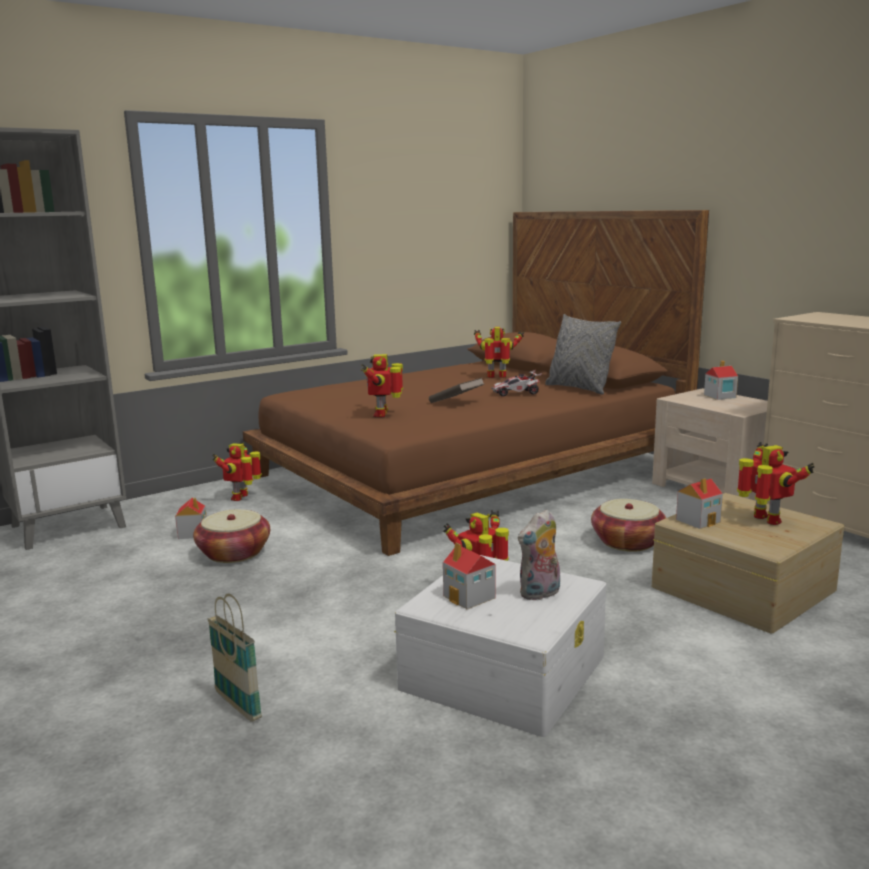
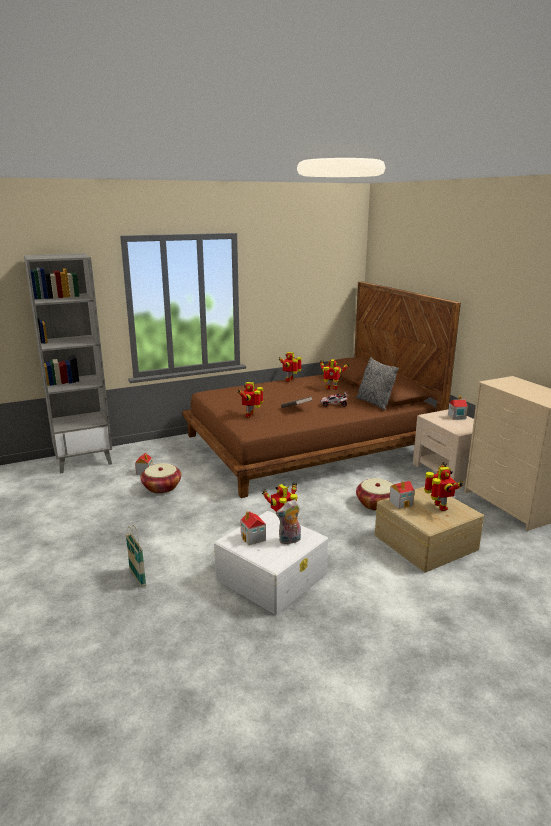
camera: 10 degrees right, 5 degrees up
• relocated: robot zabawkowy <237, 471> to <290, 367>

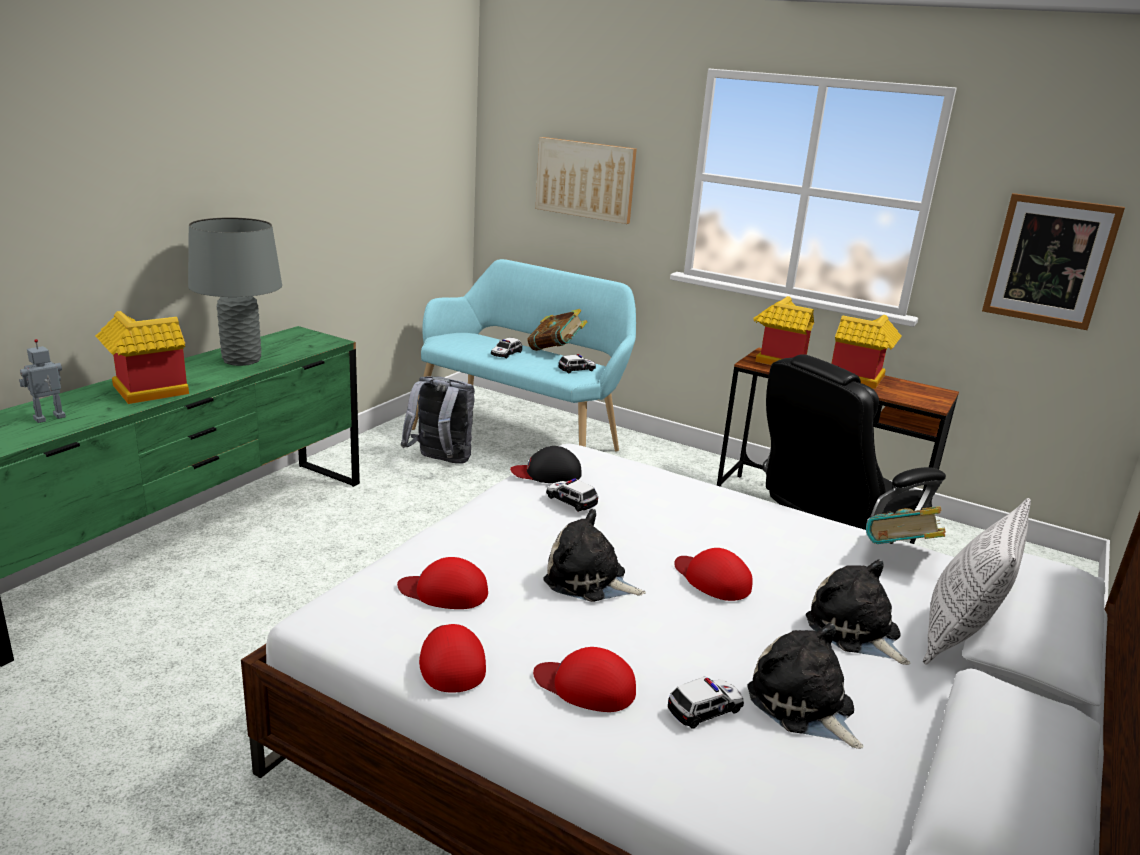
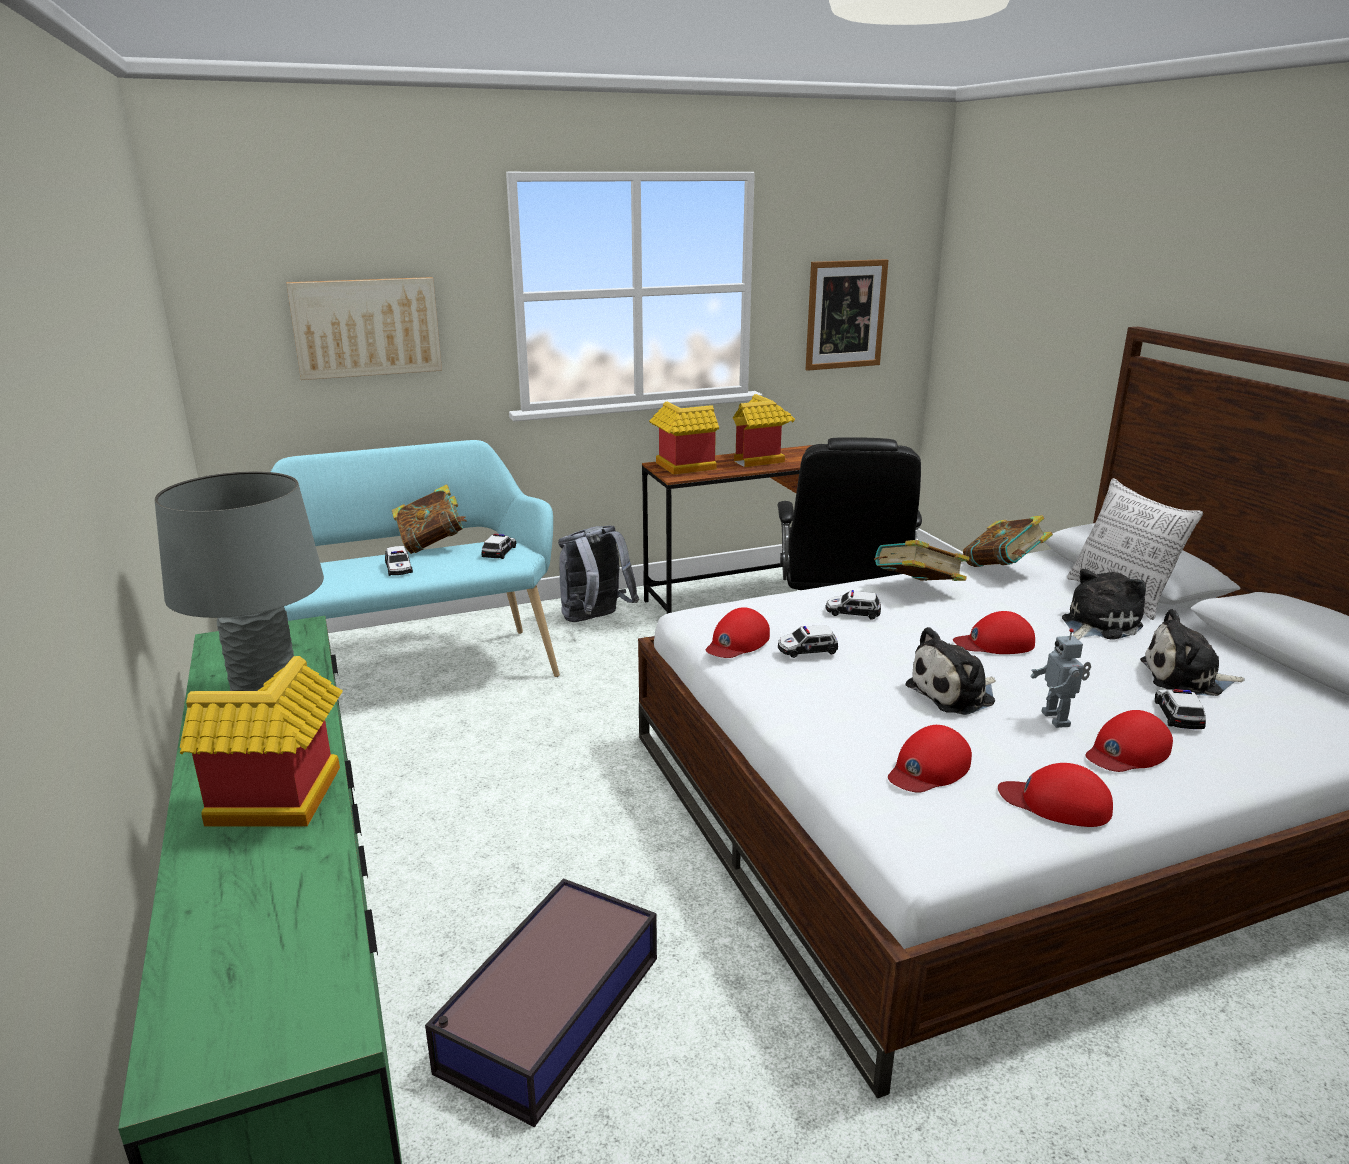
camera: 50 degrees left, 0 degrees up
• relocated: robot zabawkowy <42, 381> to <1060, 678>
• relocated: plecak (szary) <438, 420> to <598, 574>
• colour: czapka z daszkiem (czarny) <546, 464> to czapka z daszkiem (czerwony) <738, 632>
• spun: pluszak <858, 612> = <1104, 604> 135 degrees clockwise
• appeared: pojemnik do przechowywania <541, 1002>
• appeared: samochodzik <853, 605>
• appeared: książka <922, 560>

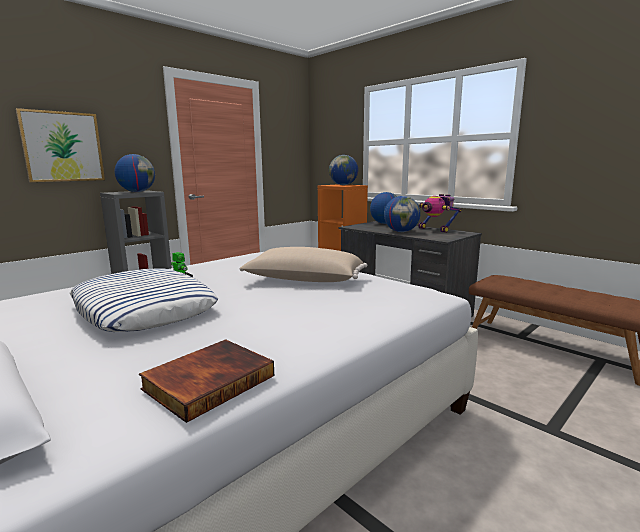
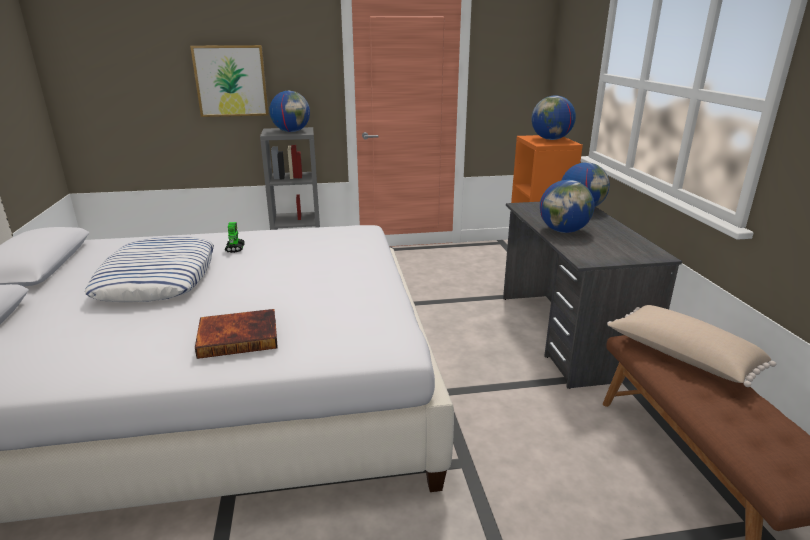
camera: 35 degrees right, 10 degrees up
• relocated: książka <206, 381> to <236, 334>
• relocated: poduszka (beżowy) <303, 264> to <691, 346>
• missing: robot zabawkowy <439, 213>

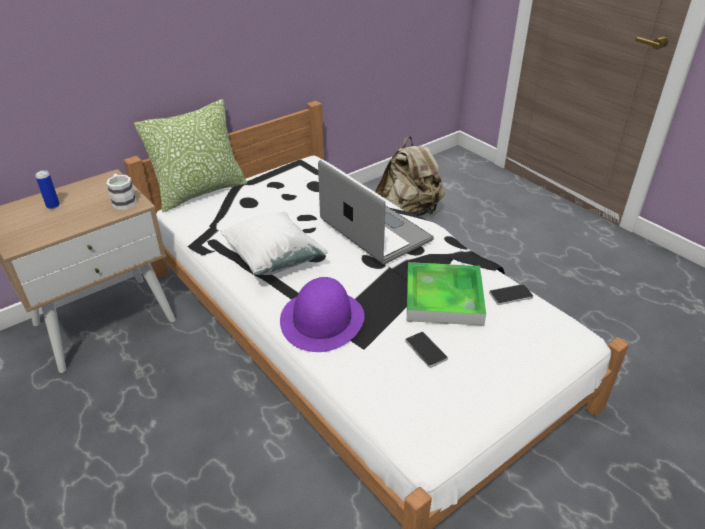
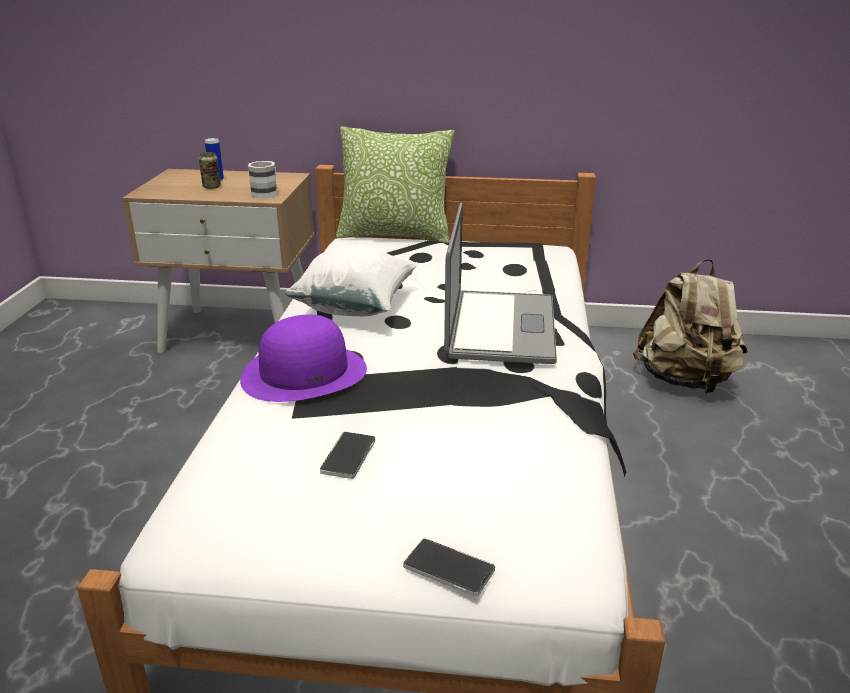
camera: 45 degrees right, 10 degrees down
• missing: taca <446, 294>
• relocated: telefon <511, 294> to <449, 567>
• appeared: puszka <210, 170>

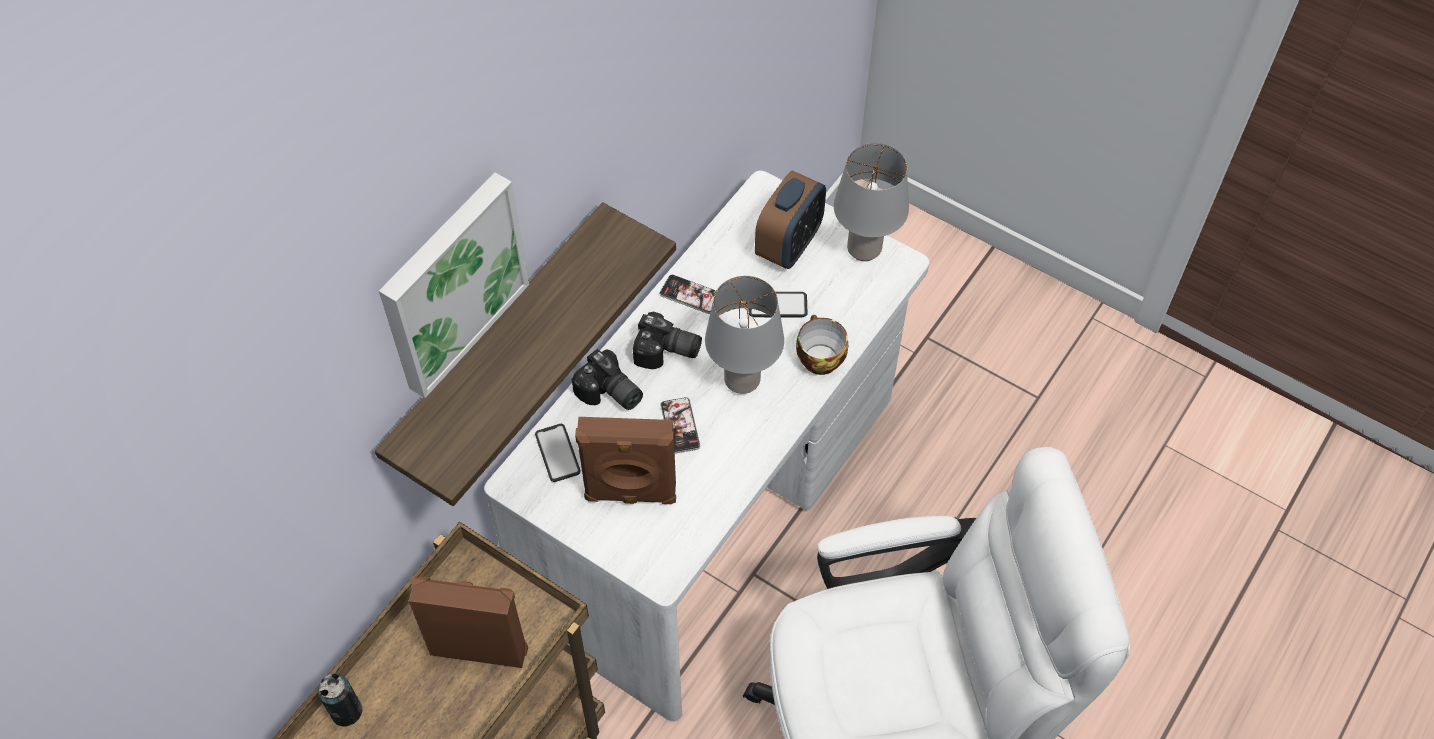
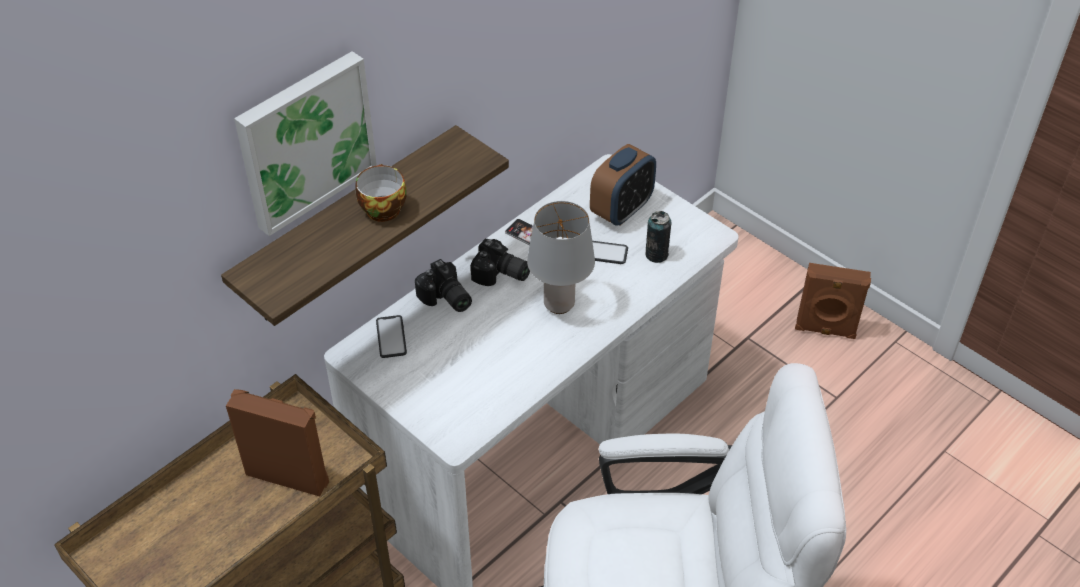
camera: 10 degrees right, 10 degrees down
• relocated: puszka <340, 700> to <659, 237>
• relocated: głośnik (brązowy) <625, 460> to <833, 301>
• missing: telefon <680, 425>
• relocated: filiżanka <822, 345> to <381, 193>
• missing: lampa stołowa (szary) <871, 202>

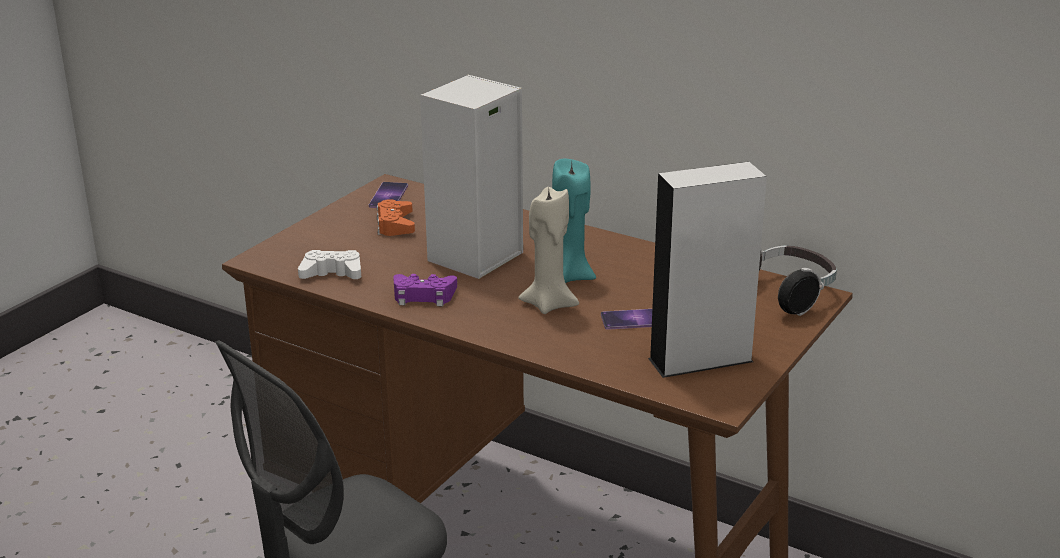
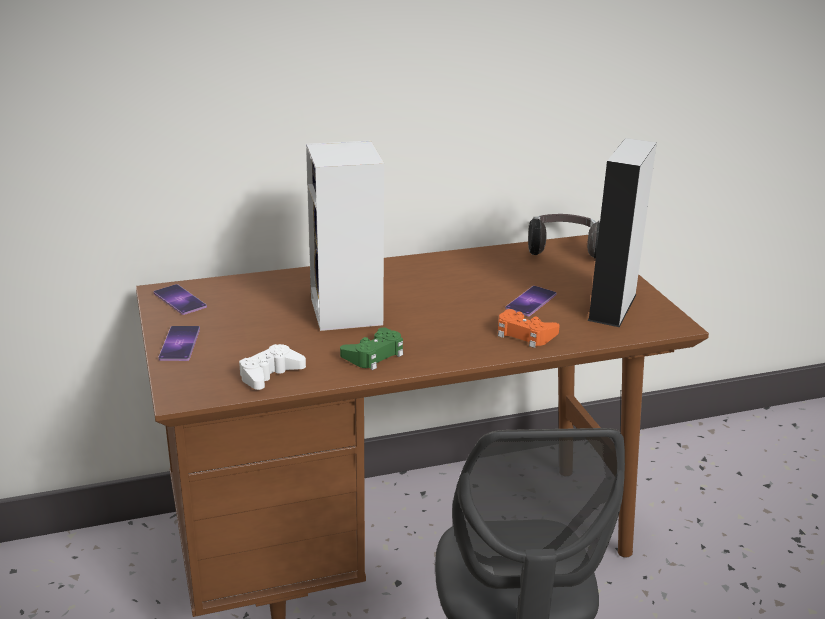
camera: 50 degrees left, 0 degrees up
• relocated: pad do gier (pomarańczowy) <396, 217> to <529, 328>
• colour: pad do gier (fioletowy) <425, 290> to pad do gier (zielony) <371, 348>
• missing: świeca (beżowy) <548, 250>
• missing: świeca (turkusowy) <574, 221>
• appeared: telefon <179, 343>

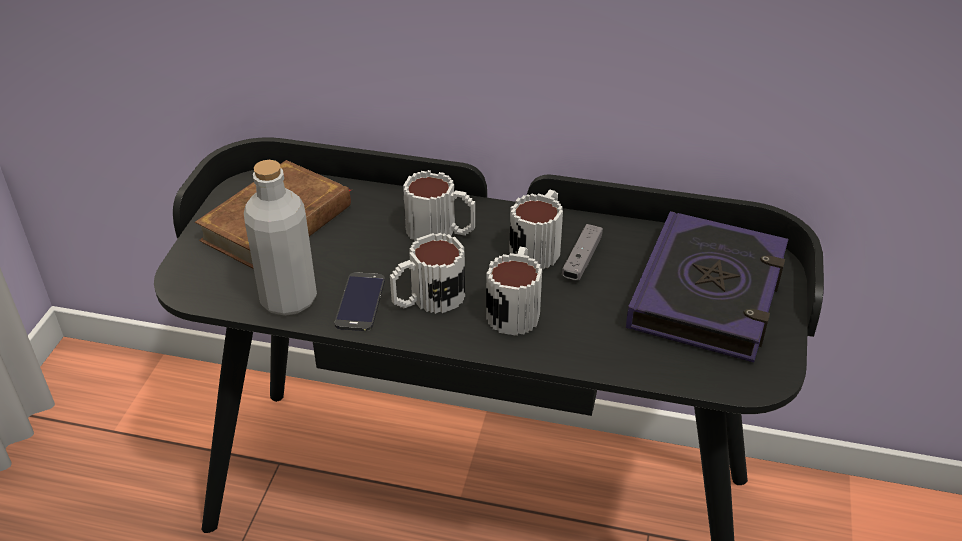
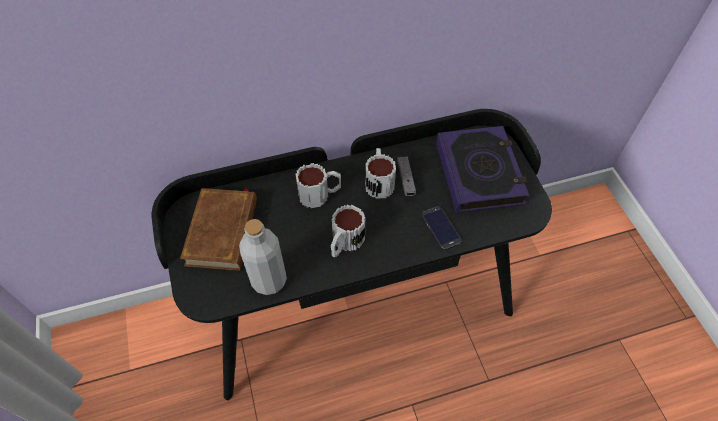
camera: 30 degrees left, 15 degrees up
• relocated: telefon <360, 301> to <442, 228>
• missing: kubek <514, 291>

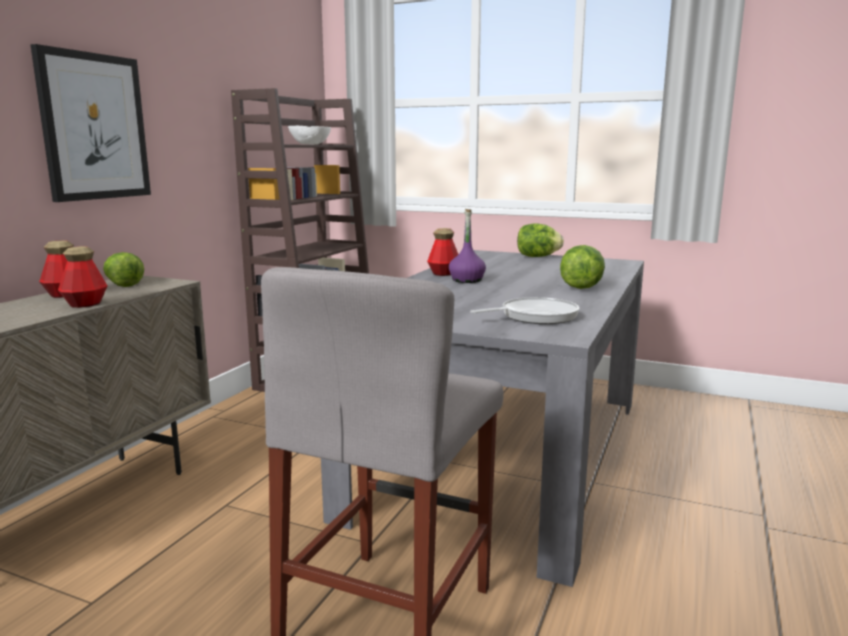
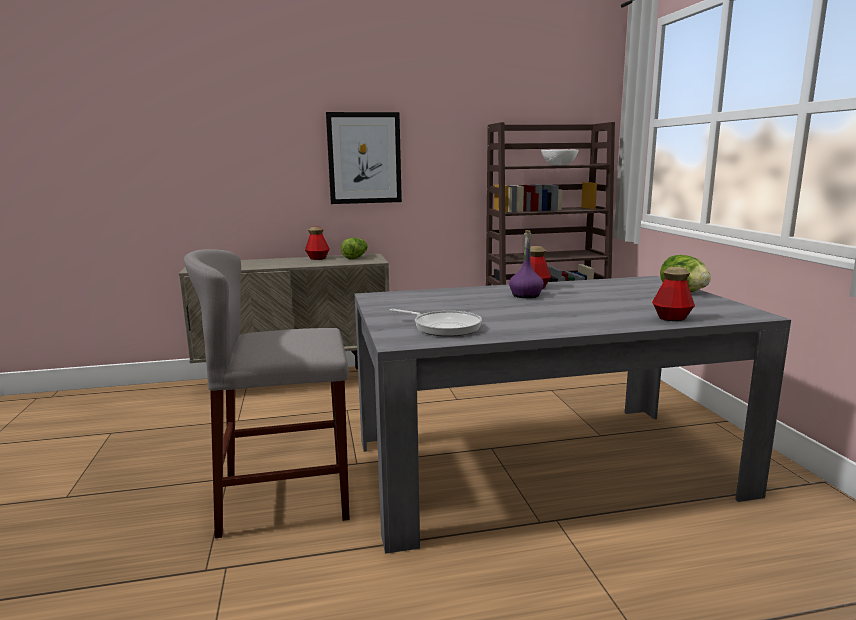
camera: 55 degrees right, 0 degrees up
• relocated: butelka <82, 277> to <673, 294>
• missing: sałata <582, 267>

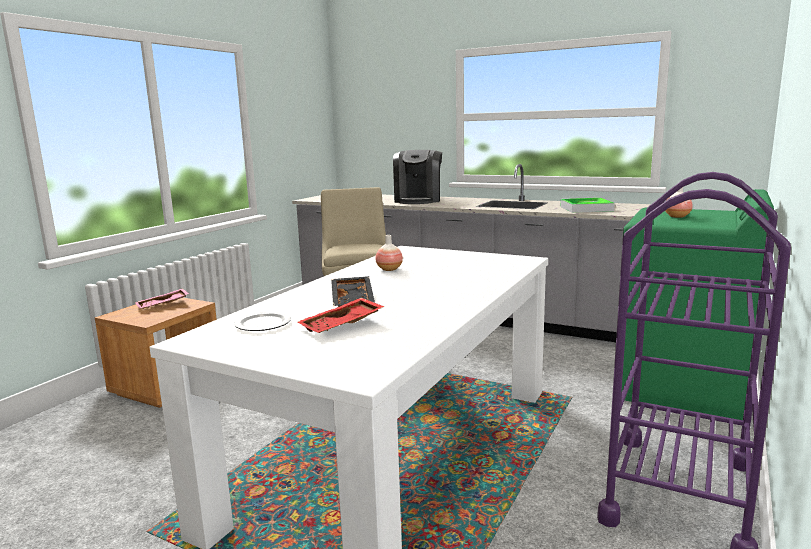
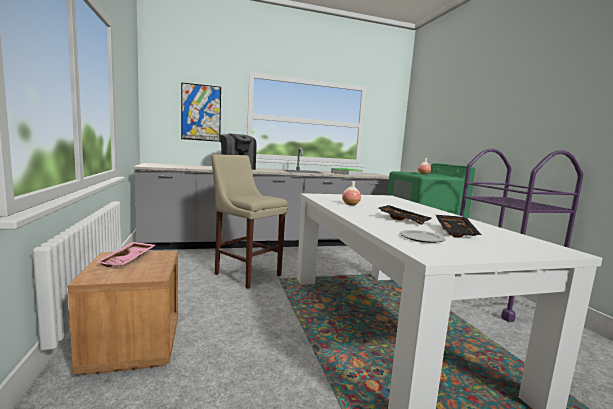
camera: 45 degrees left, 5 degrees down
• colour: taca (czerwony) <341, 315> to taca (czarny) <459, 226>
• appeared: obraz <201, 112>

